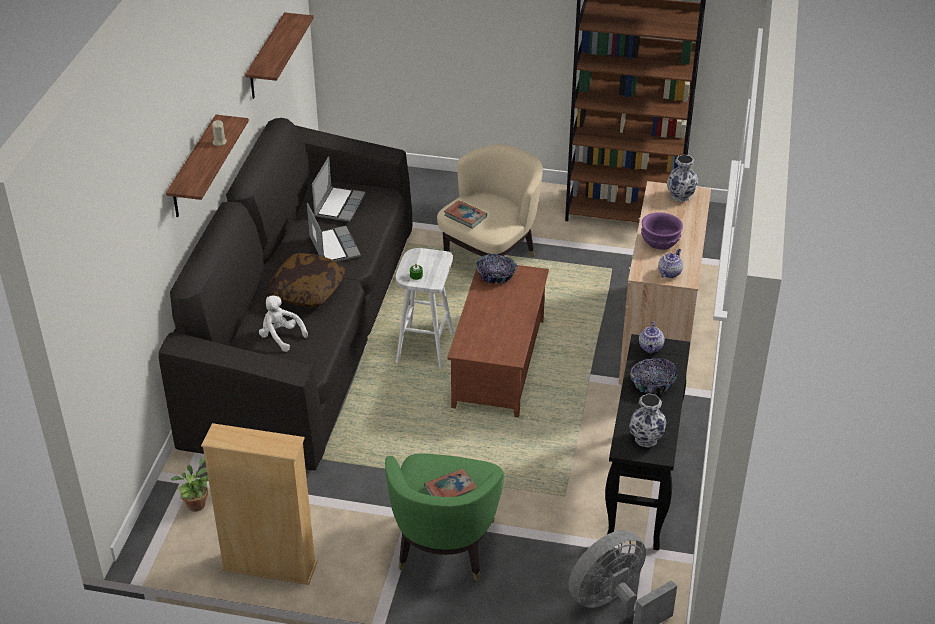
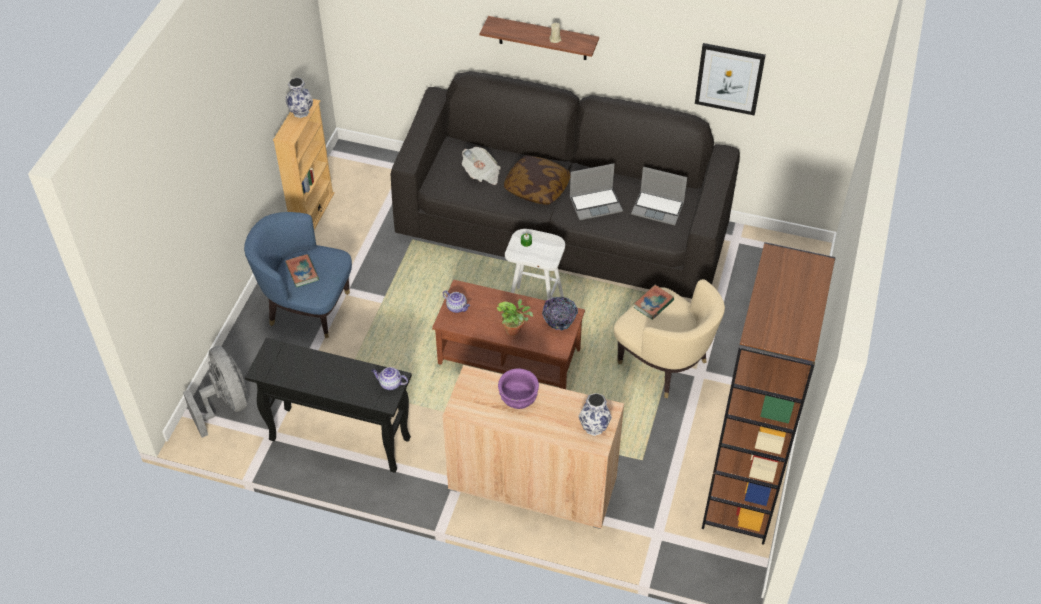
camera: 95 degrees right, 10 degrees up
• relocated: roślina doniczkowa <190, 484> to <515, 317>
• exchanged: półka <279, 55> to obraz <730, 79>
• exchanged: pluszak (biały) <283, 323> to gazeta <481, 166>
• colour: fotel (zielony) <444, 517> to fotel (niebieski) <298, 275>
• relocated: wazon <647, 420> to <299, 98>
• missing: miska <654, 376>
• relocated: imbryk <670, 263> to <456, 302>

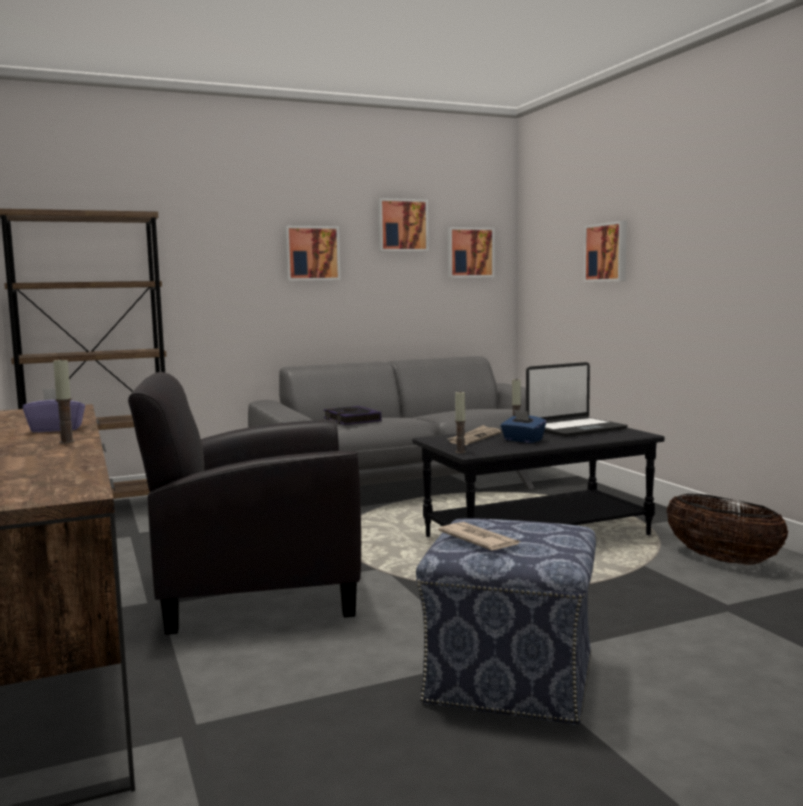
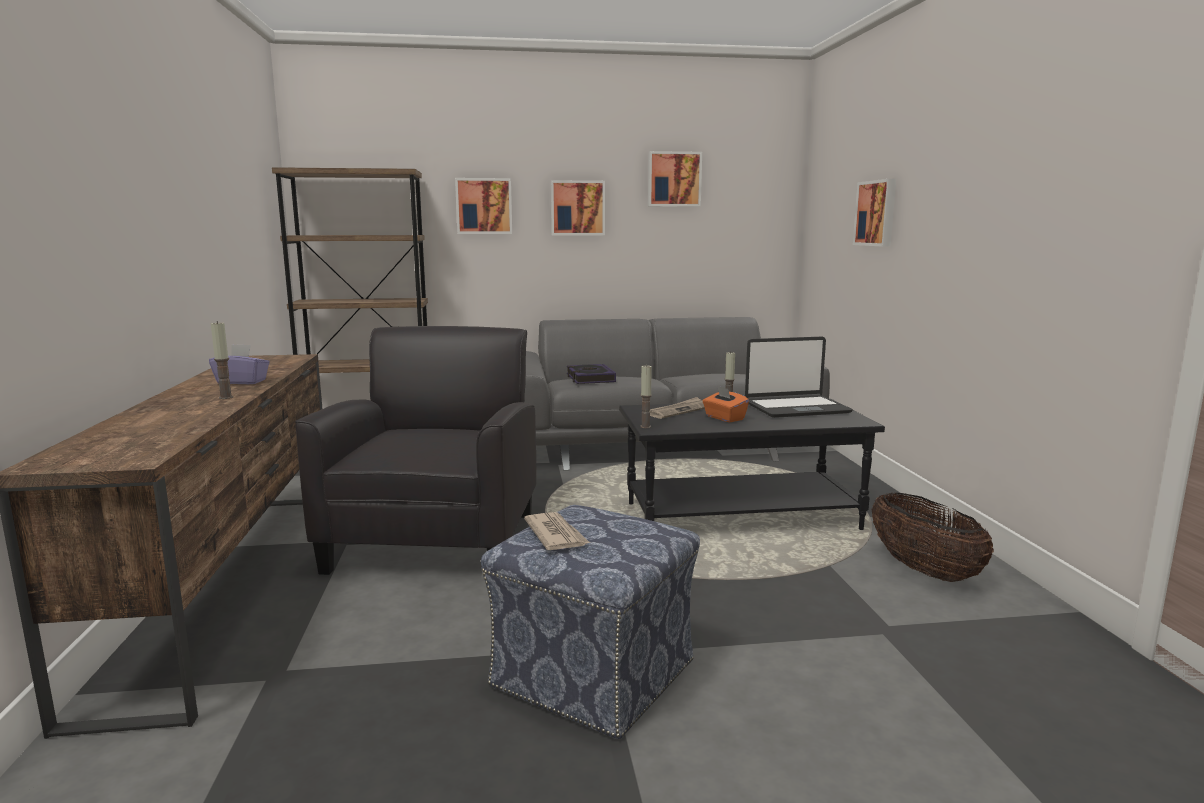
camera: 15 degrees right, 5 degrees up
• spun: fotel (czarny) <244, 503> = <416, 450> 90 degrees clockwise
• relocated: obraz <471, 252> to <483, 206>
• colour: pudełko chusteczek (niebieski) <523, 426> to pudełko chusteczek (pomarańczowy) <725, 404>

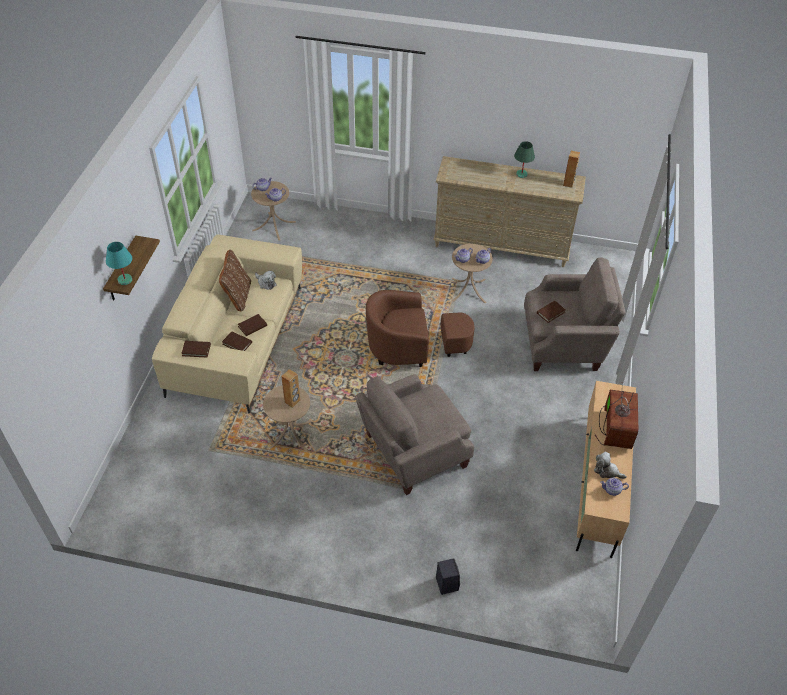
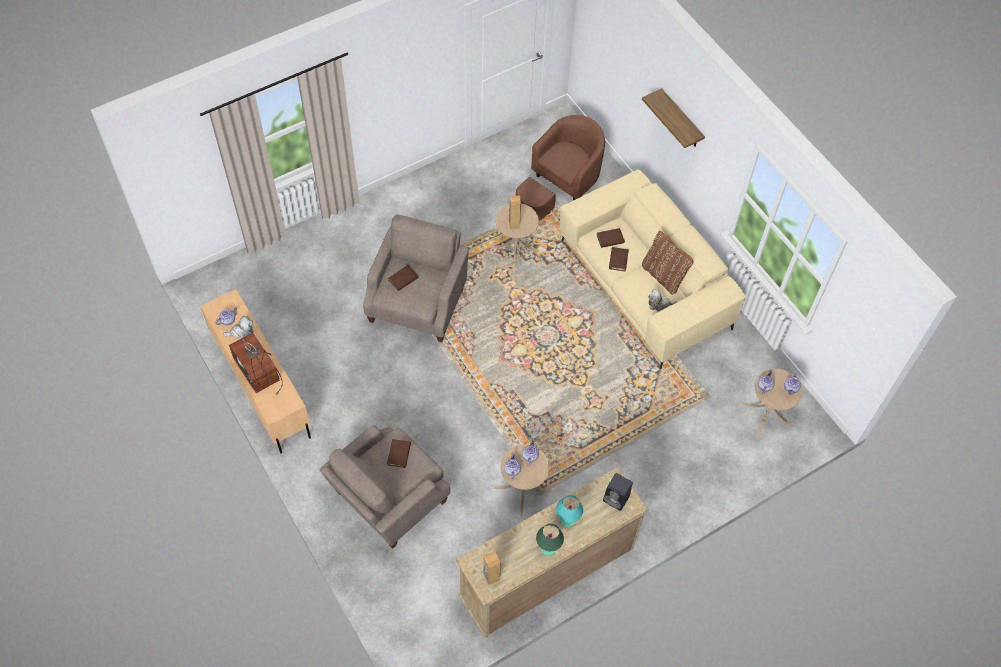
camera: 135 degrees right, 10 degrees up
• relocated: lampa stołowa (turkusowy) <119, 263> to <569, 511>
• relocated: książka (brązowy) <196, 349> to <403, 278>
• relocated: fotel (brązowy) <420, 328> to <560, 167>
• relocated: głośnik (czarny) <448, 576> to <618, 492>

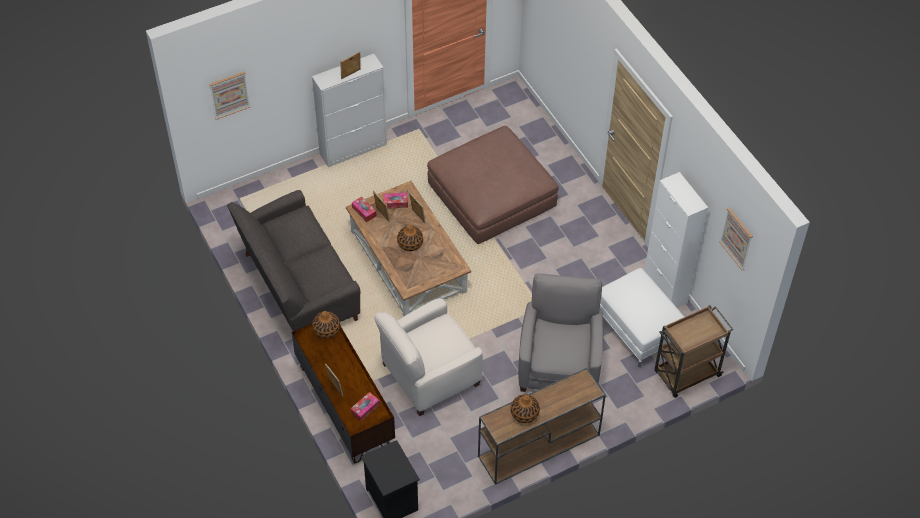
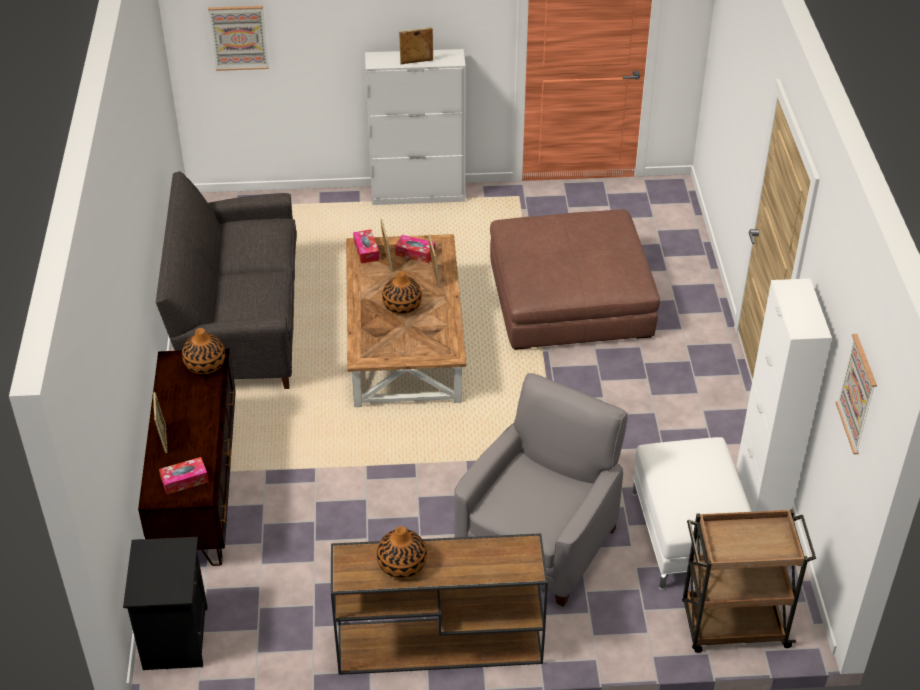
camera: 25 degrees right, 10 degrees down
• missing: fotel (biały) <428, 357>

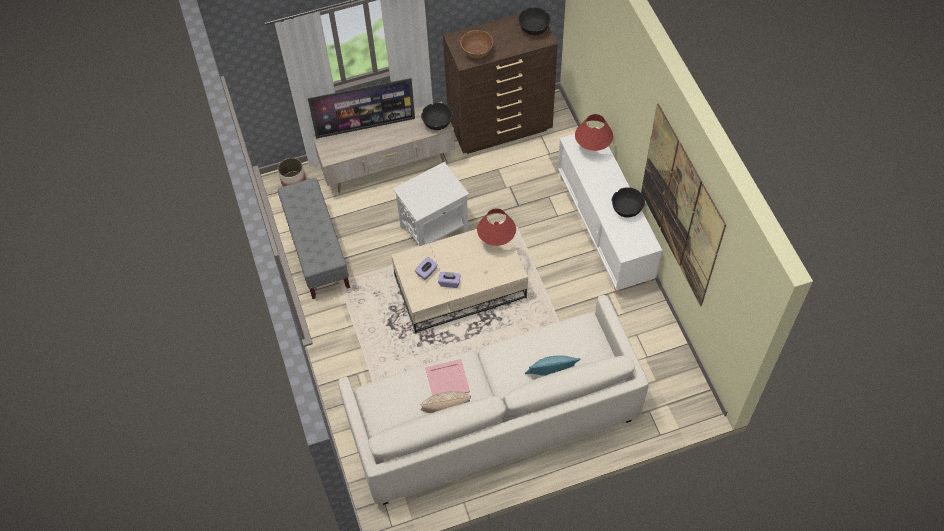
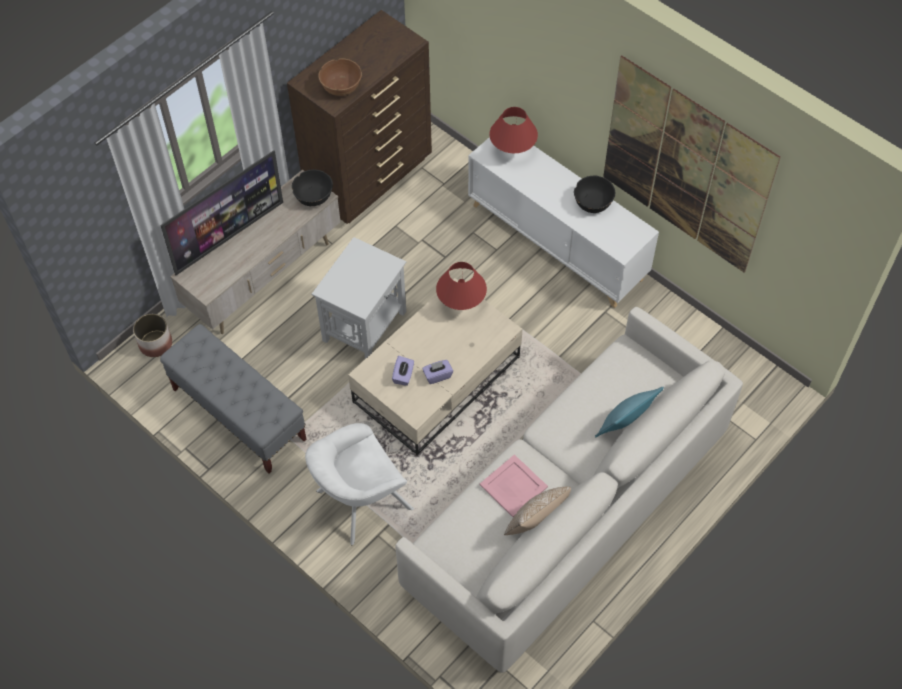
camera: 30 degrees left, 0 degrees up
• missing: miska (czarny) <534, 21>
• appeared: fotel (biały) <359, 484>

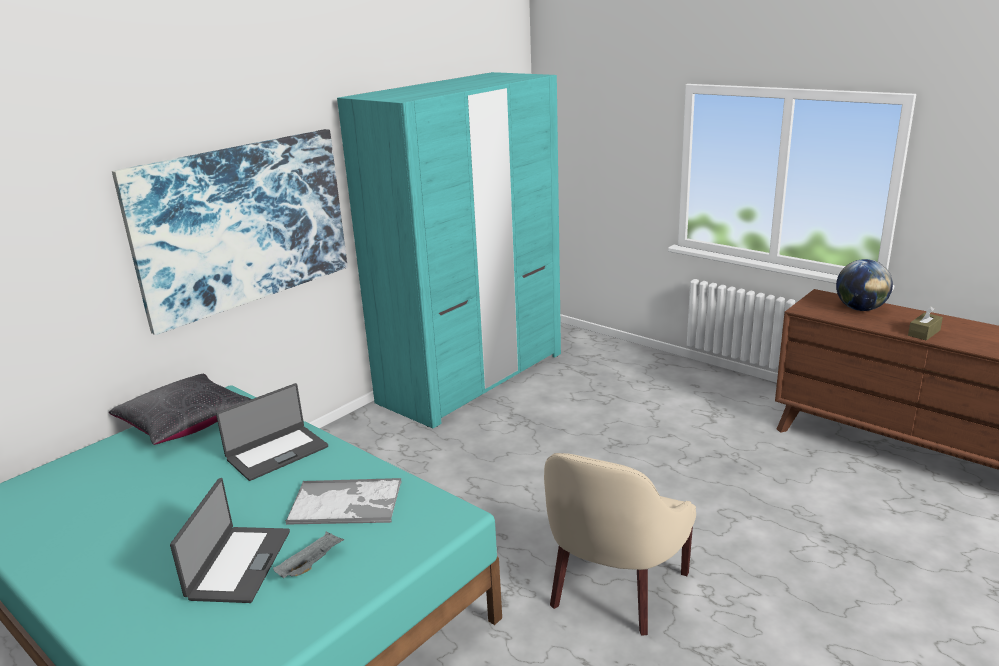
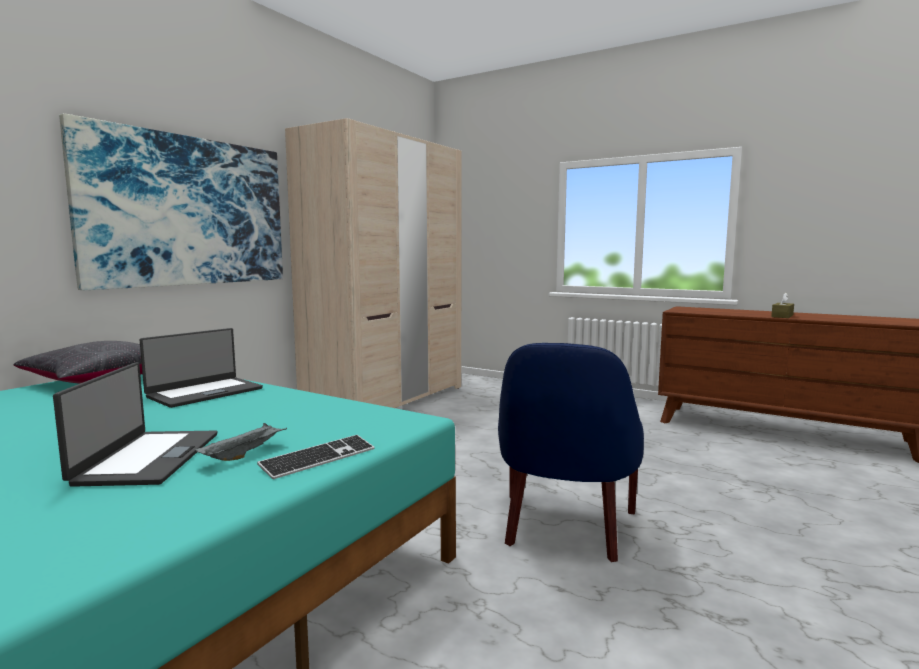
camera: 10 degrees left, 15 degrees down
• missing: taca <343, 501>
• colour: szafa (turkusowy) <449, 250> to szafa (beżowy) <373, 263>
• colour: fotel (beżowy) <620, 544> to fotel (niebieski) <571, 452>
• missing: globus <864, 285>
• appeared: klawiatura <316, 457>

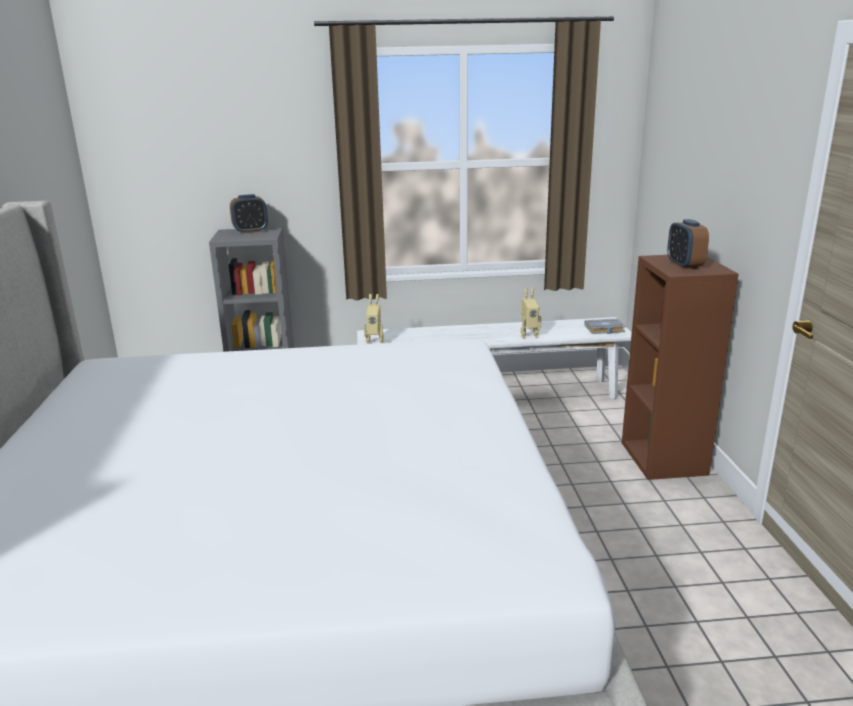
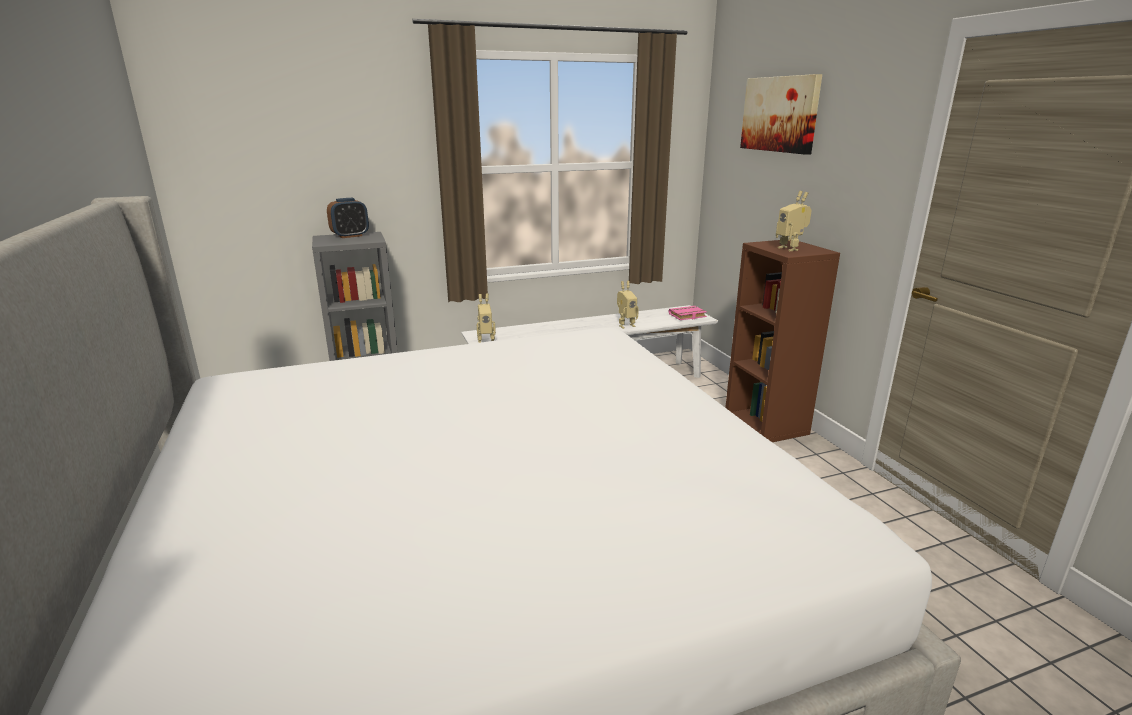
camera: 15 degrees left, 0 degrees up
• colour: książka (szary) <605, 326> to książka (różowy) <688, 313>
• exchanged: budzik <688, 244> to robot zabawkowy <794, 221>
• appeared: obraz <781, 114>

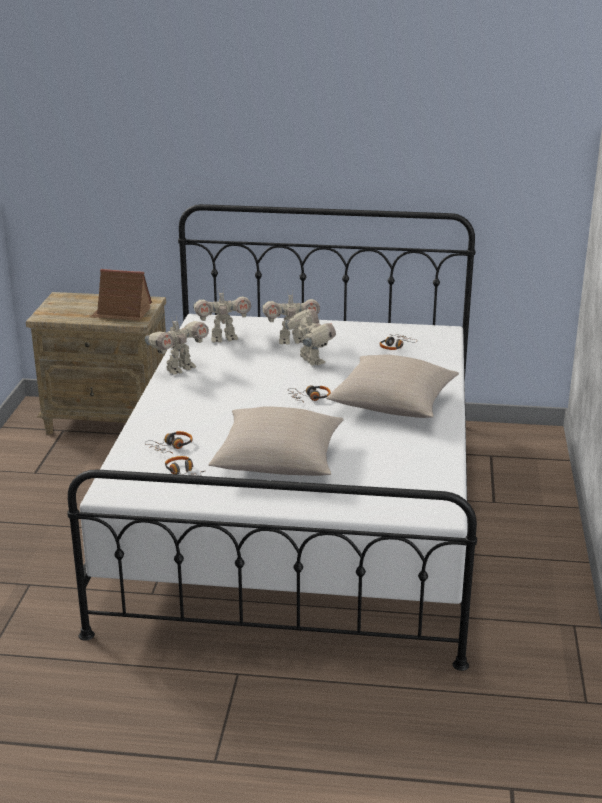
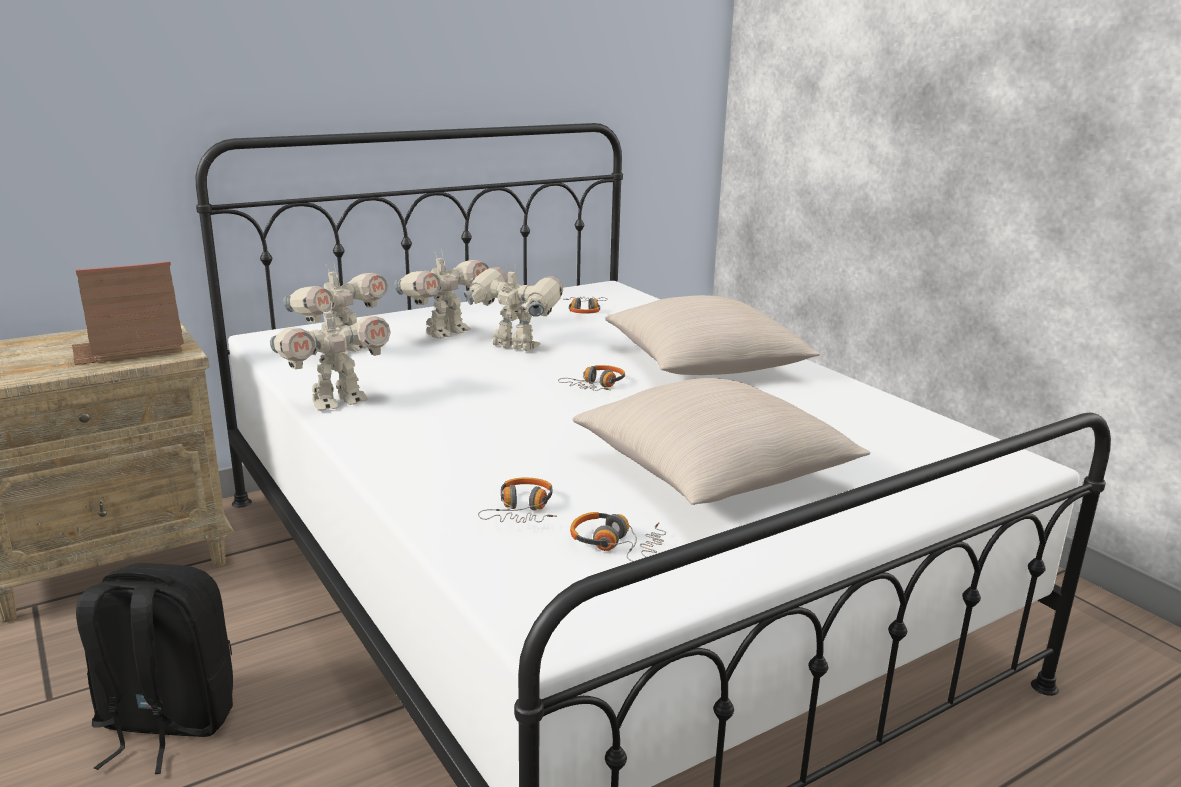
camera: 40 degrees left, 5 degrees down
• spun: robot zabawkowy <177, 345> = <330, 356> 45 degrees clockwise
• appeared: plecak (czarny) <154, 668>

